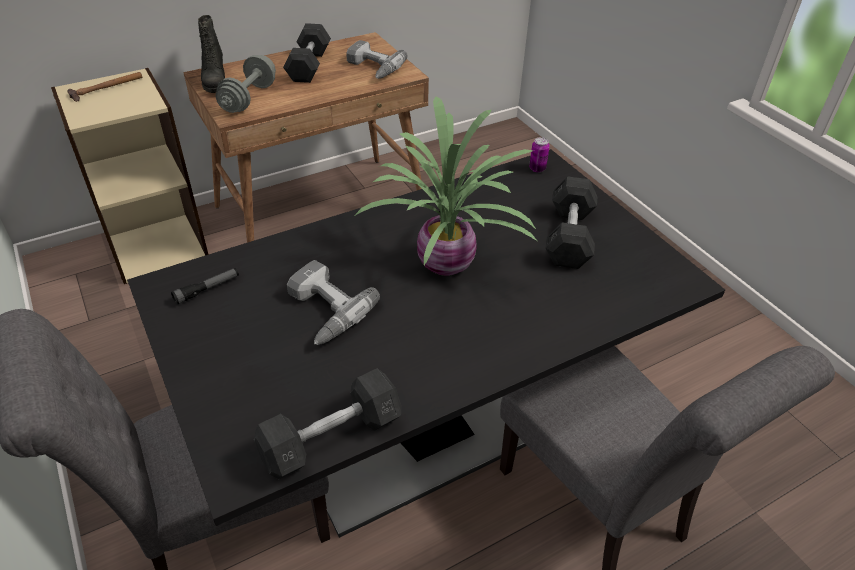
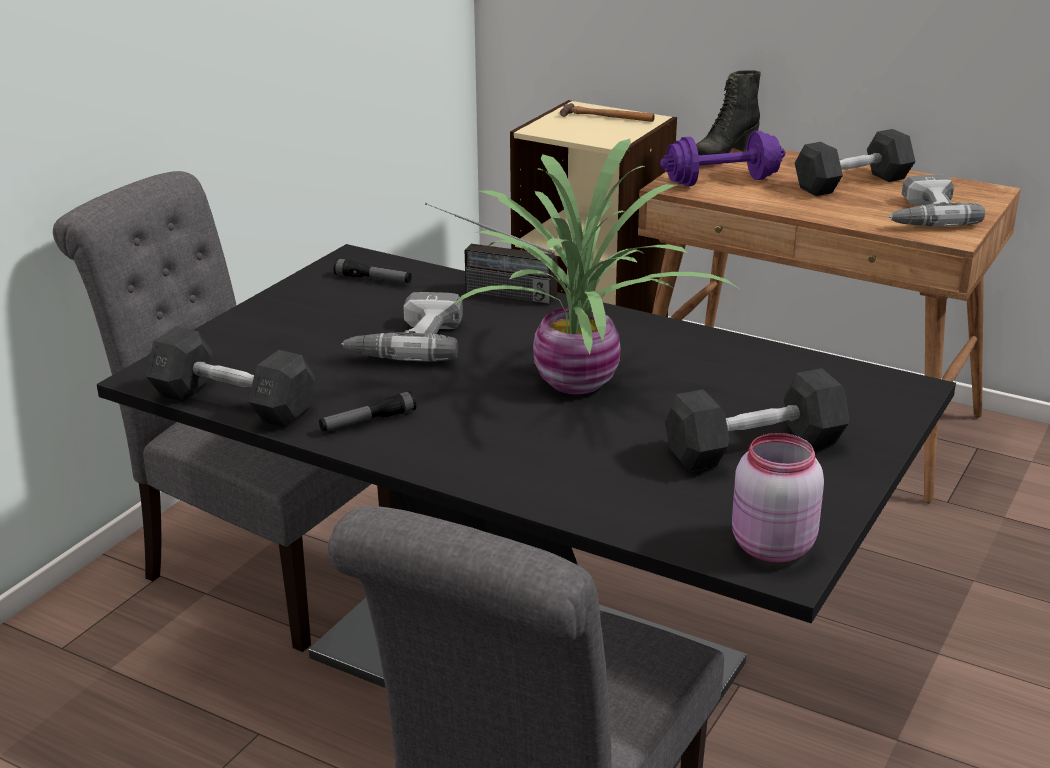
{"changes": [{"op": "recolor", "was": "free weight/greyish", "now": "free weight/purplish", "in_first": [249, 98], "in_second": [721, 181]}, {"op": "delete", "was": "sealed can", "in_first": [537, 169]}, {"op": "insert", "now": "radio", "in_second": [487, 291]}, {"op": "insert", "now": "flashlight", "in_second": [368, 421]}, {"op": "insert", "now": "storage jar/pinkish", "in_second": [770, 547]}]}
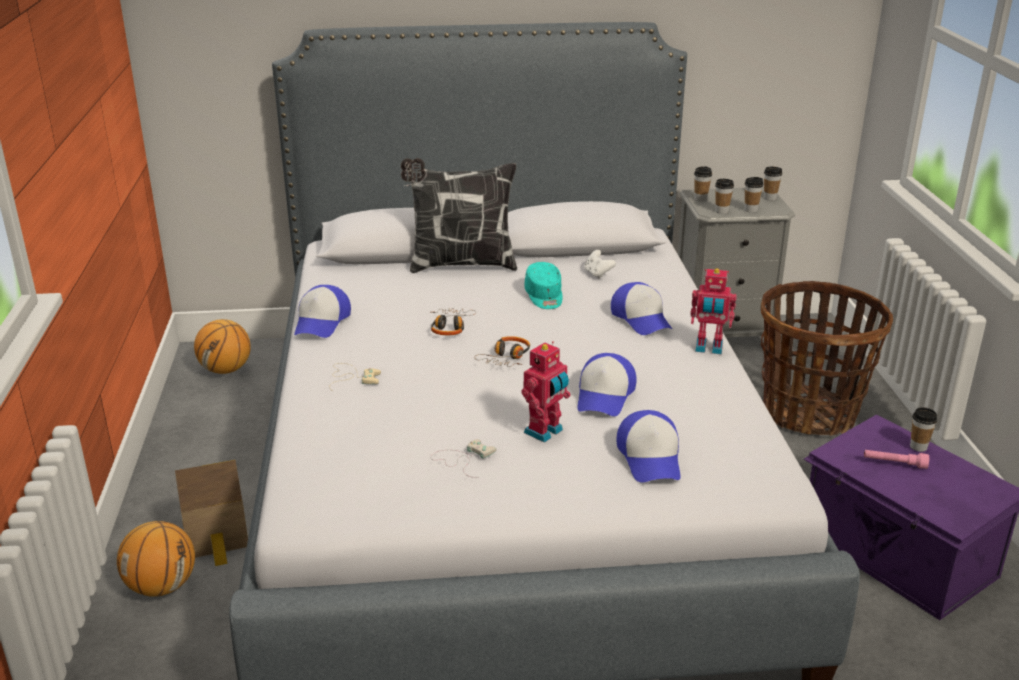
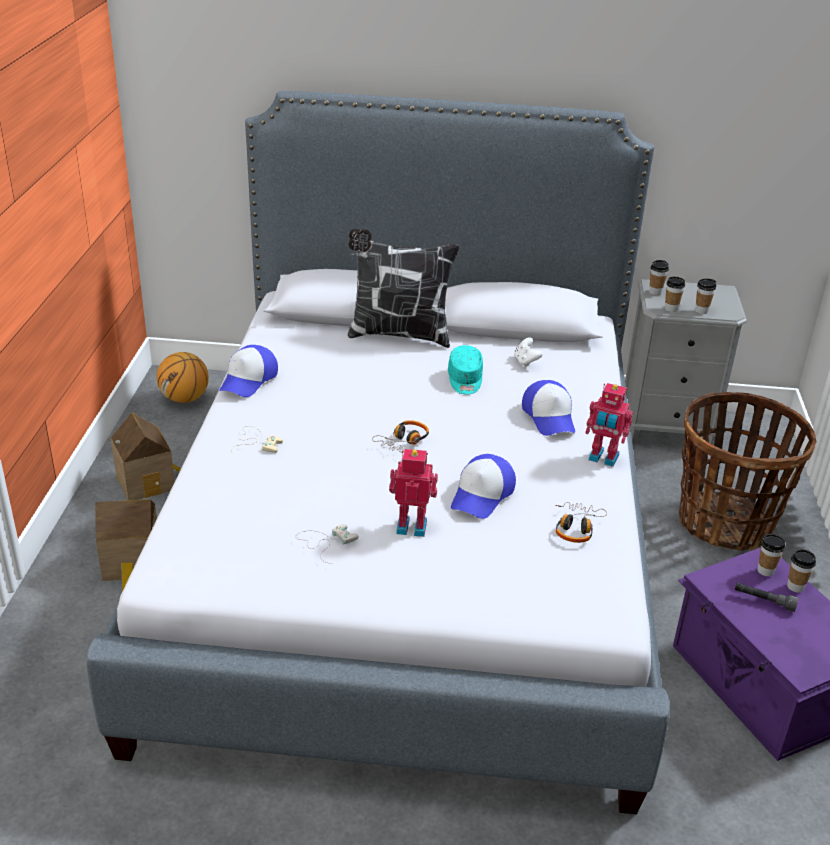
{"changes": [{"op": "move", "was": "small cup", "in_first": [770, 198], "in_second": [765, 571]}, {"op": "move", "was": "headset", "in_first": [450, 327], "in_second": [576, 527]}, {"op": "rotate", "was": "robot figure", "in_first": [545, 432], "in_second": [412, 525], "clockwise": -135}, {"op": "delete", "was": "peaked cap", "in_first": [650, 458]}, {"op": "recolor", "was": "flashlight/pinkish", "now": "flashlight/greyish", "in_first": [894, 463], "in_second": [764, 600]}, {"op": "delete", "was": "basketball ball", "in_first": [162, 586]}, {"op": "insert", "now": "miniature house", "in_second": [148, 481]}]}
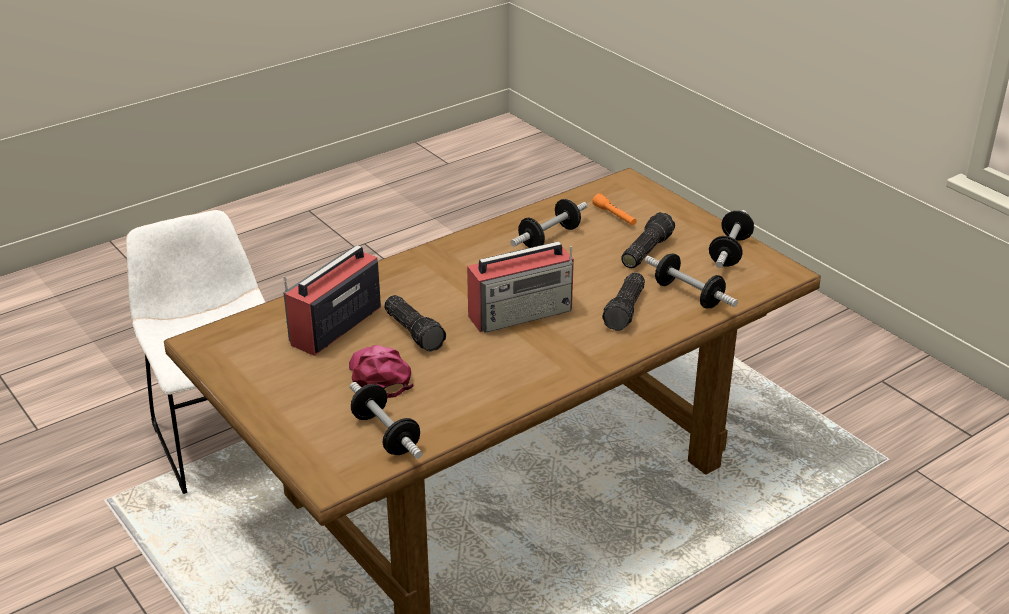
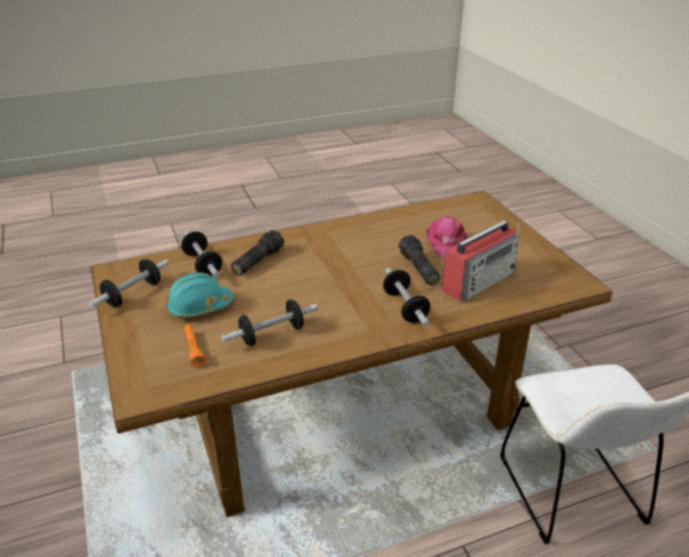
{"changes": [{"op": "replace", "was": "flashlight", "now": "safety helmet/turquoise-coloured", "in_first": [645, 250], "in_second": [199, 307]}, {"op": "delete", "was": "radio", "in_first": [522, 313]}, {"op": "move", "was": "free weight", "in_first": [386, 434], "in_second": [405, 307]}]}
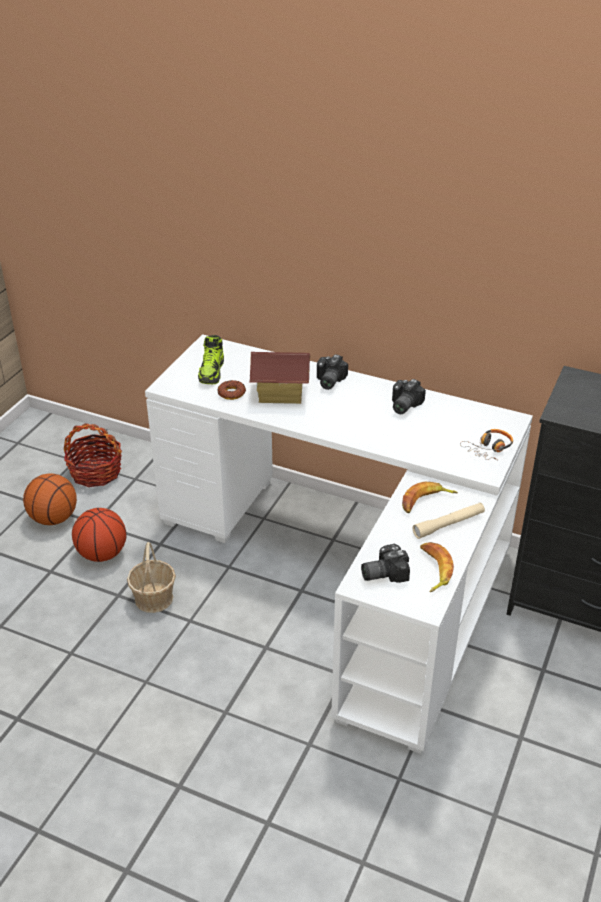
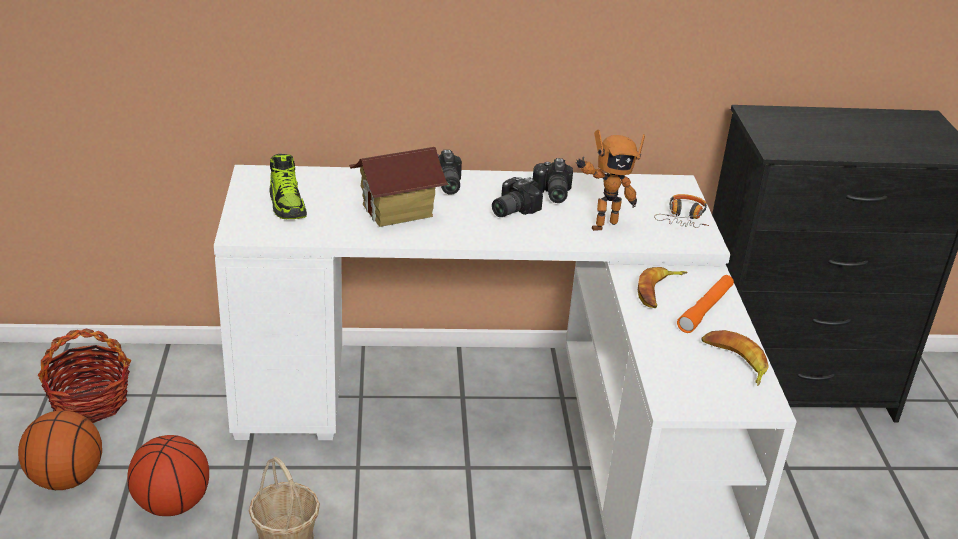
{"changes": [{"op": "delete", "was": "ring doughnut", "in_first": [231, 393]}, {"op": "recolor", "was": "flashlight/beige", "now": "flashlight/orange-coloured", "in_first": [448, 524], "in_second": [705, 309]}, {"op": "move", "was": "still camera", "in_first": [382, 572], "in_second": [510, 209]}, {"op": "insert", "now": "robot figure", "in_second": [601, 224]}]}
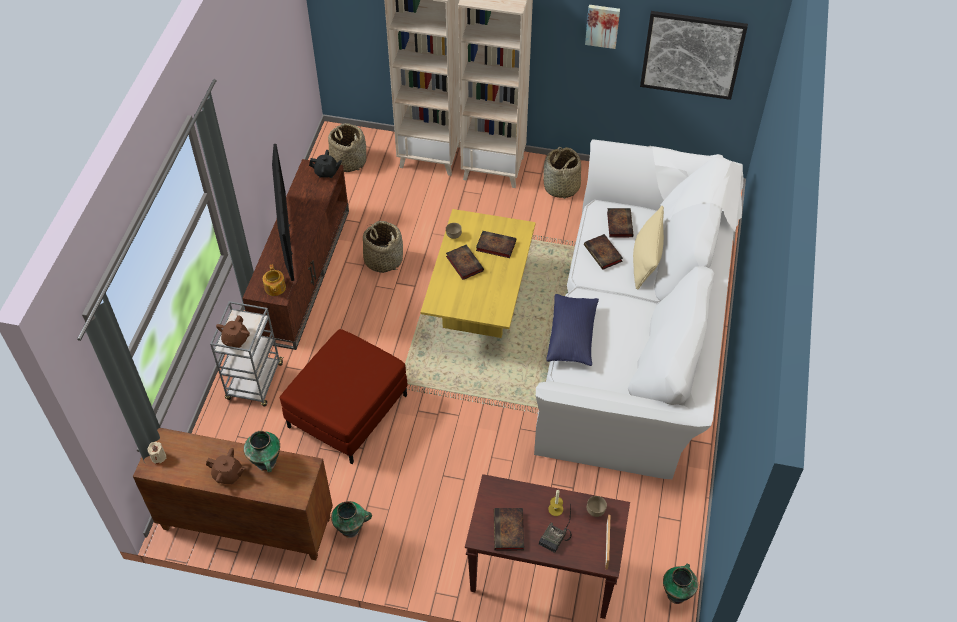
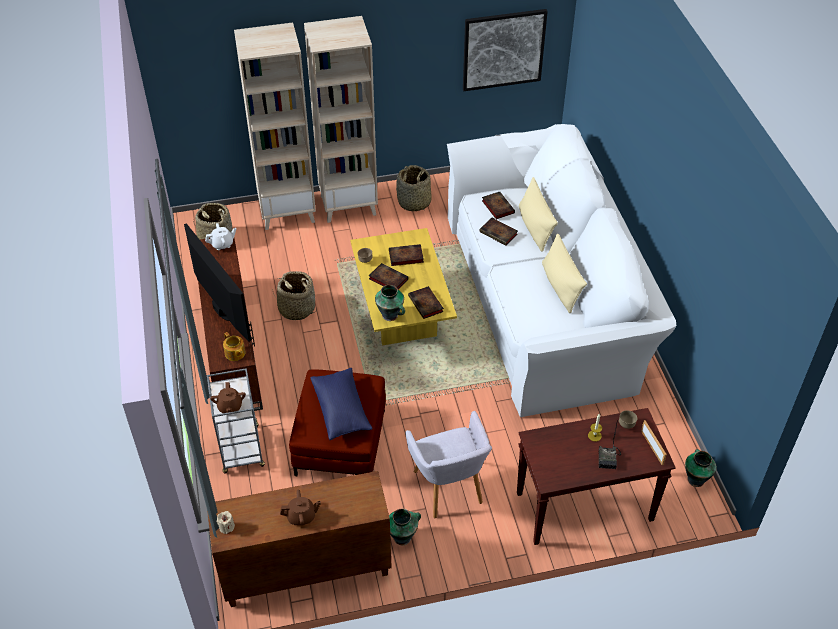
{"changes": [{"op": "delete", "was": "picture", "in_first": [602, 25]}, {"op": "recolor", "was": "teapot/blackish", "now": "teapot/white", "in_first": [326, 172], "in_second": [222, 244]}, {"op": "move", "was": "pillow/blue", "in_first": [572, 336], "in_second": [341, 410]}, {"op": "move", "was": "flower vase", "in_first": [266, 463], "in_second": [390, 316]}, {"op": "move", "was": "book", "in_first": [509, 532], "in_second": [426, 305]}, {"op": "insert", "now": "pillow/beige", "in_second": [560, 286]}, {"op": "insert", "now": "lounge chair/greyish", "in_second": [448, 490]}]}
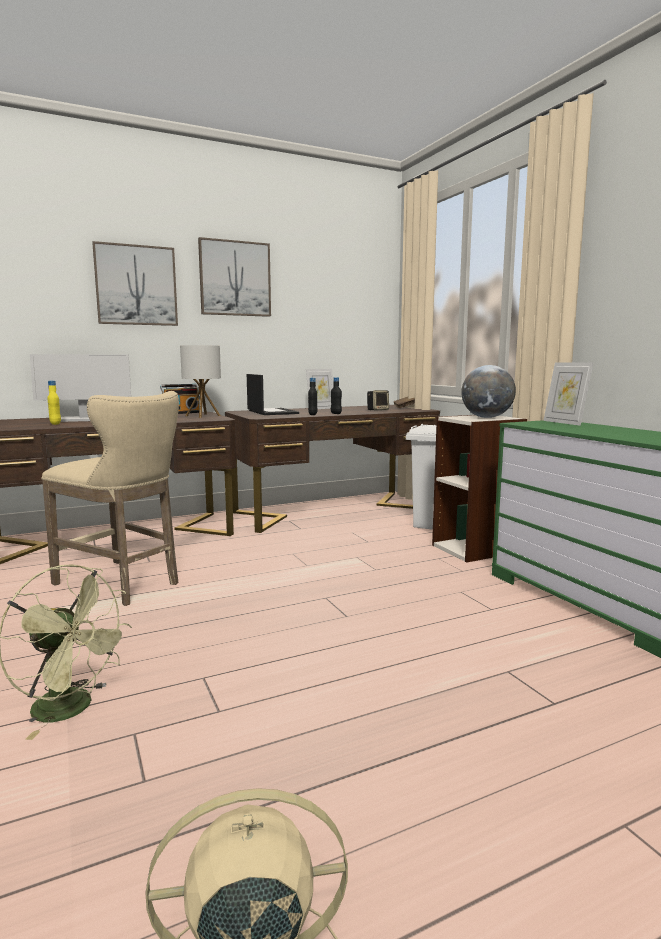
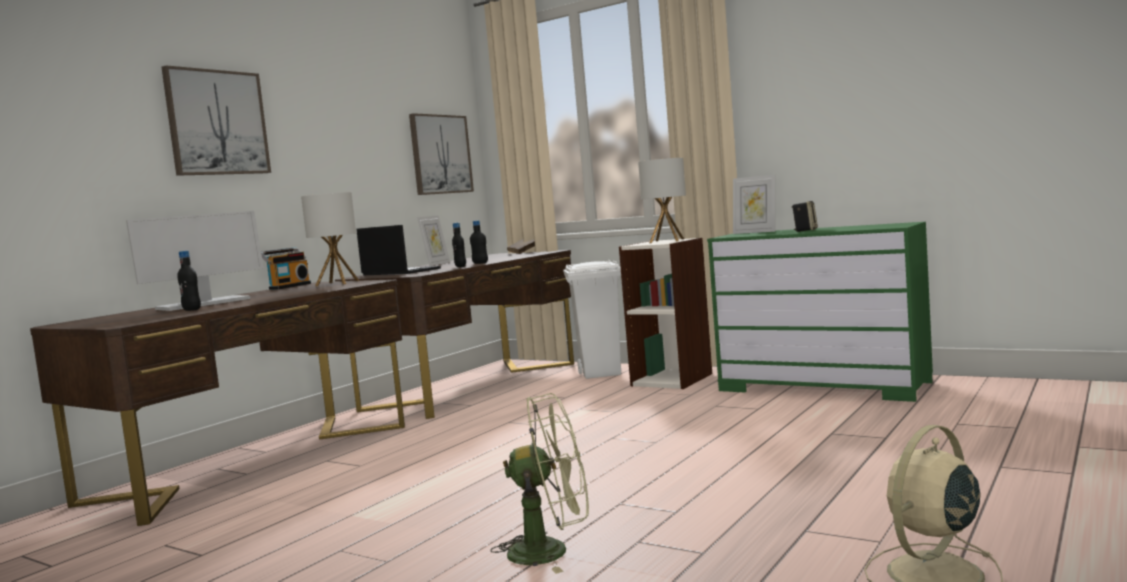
{"changes": [{"op": "move", "was": "picture", "in_first": [235, 278], "in_second": [440, 154]}, {"op": "replace", "was": "desk globe", "now": "lamp for a table", "in_first": [486, 417], "in_second": [666, 241]}, {"op": "recolor", "was": "bottle/yellow", "now": "bottle/blackish", "in_first": [55, 424], "in_second": [191, 310]}, {"op": "move", "was": "speaker", "in_first": [378, 410], "in_second": [805, 231]}, {"op": "delete", "was": "sitting stool/beige", "in_first": [122, 584]}]}
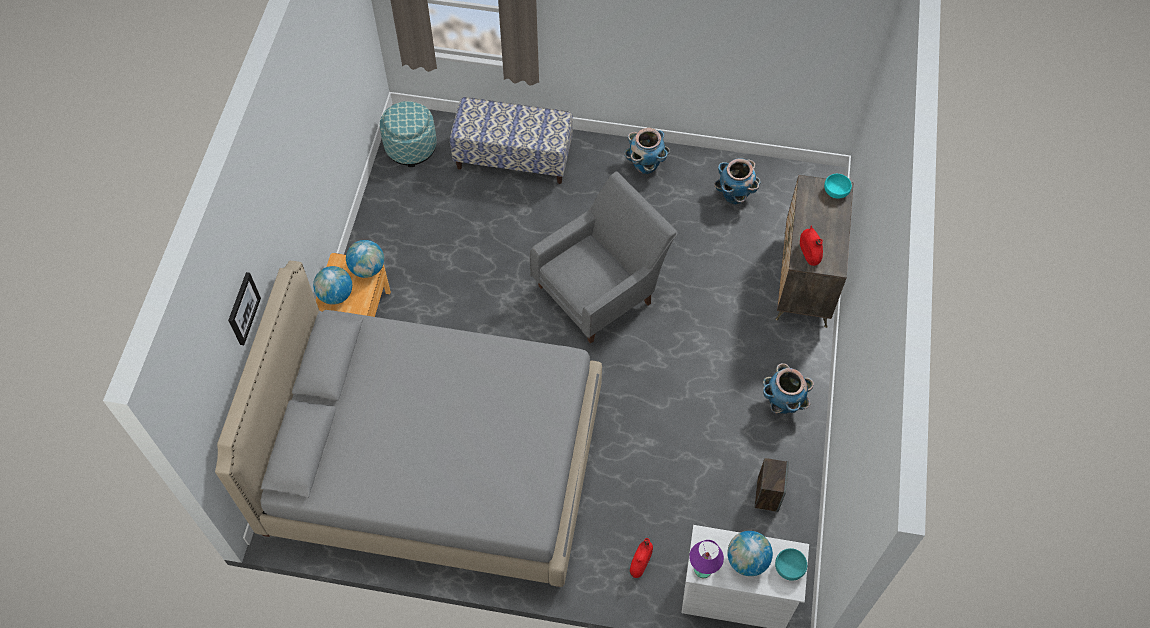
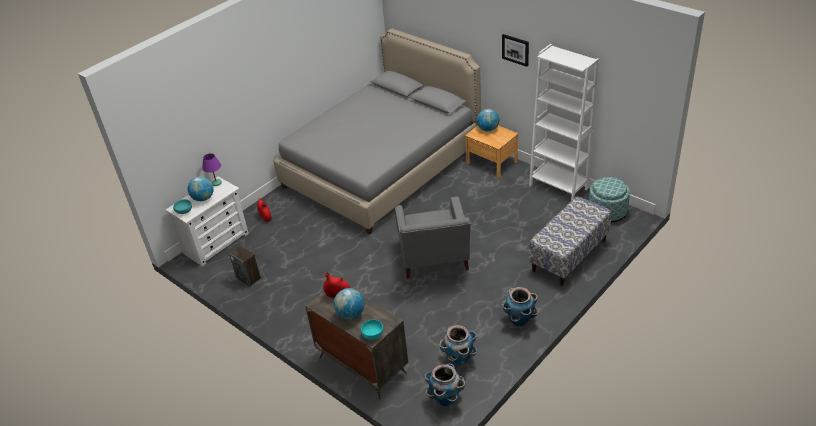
{"changes": [{"op": "move", "was": "desk globe", "in_first": [367, 269], "in_second": [350, 314]}, {"op": "move", "was": "picture", "in_first": [243, 308], "in_second": [515, 49]}, {"op": "move", "was": "planter", "in_first": [782, 404], "in_second": [445, 398]}, {"op": "insert", "now": "bookcase/white", "in_second": [558, 187]}]}
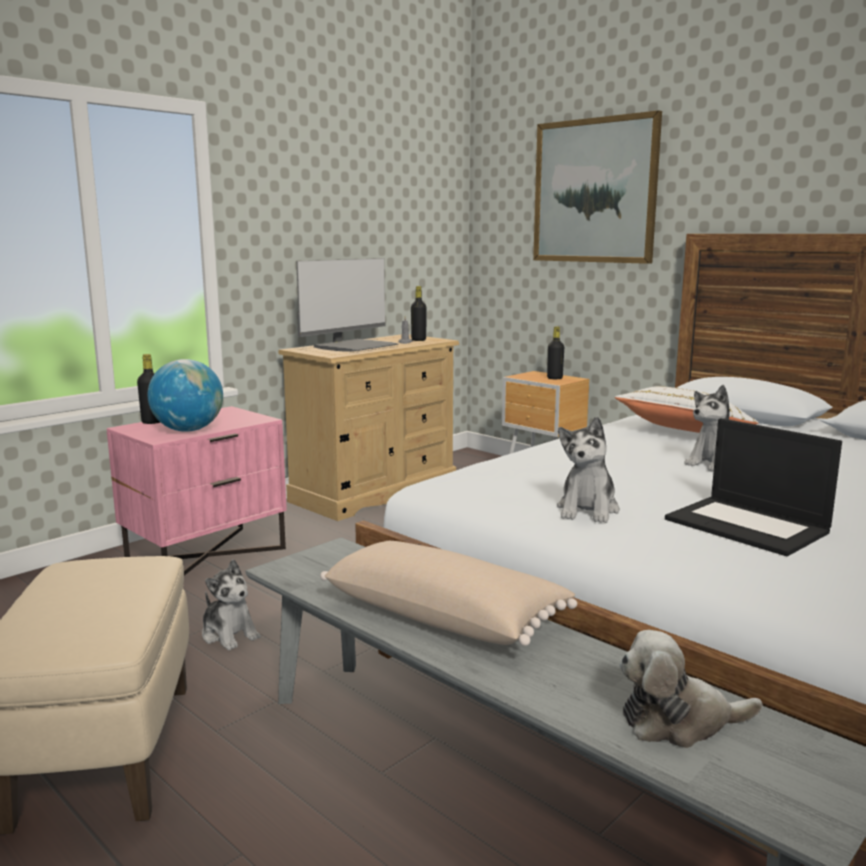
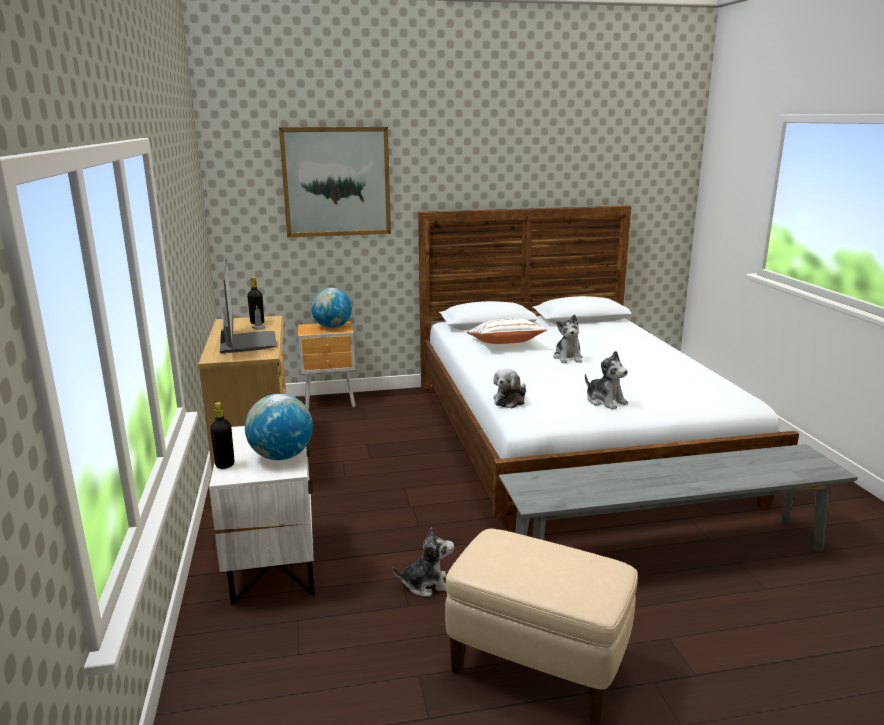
{"changes": [{"op": "replace", "was": "bottle/blackish", "now": "desk globe", "in_first": [554, 378], "in_second": [332, 327]}, {"op": "recolor", "was": "night table/pinkish", "now": "night table/white", "in_first": [206, 555], "in_second": [272, 562]}, {"op": "delete", "was": "portable computer", "in_first": [748, 526]}, {"op": "delete", "was": "pillow/beige", "in_first": [445, 615]}, {"op": "move", "was": "cuddly toy", "in_first": [678, 721], "in_second": [510, 400]}]}
